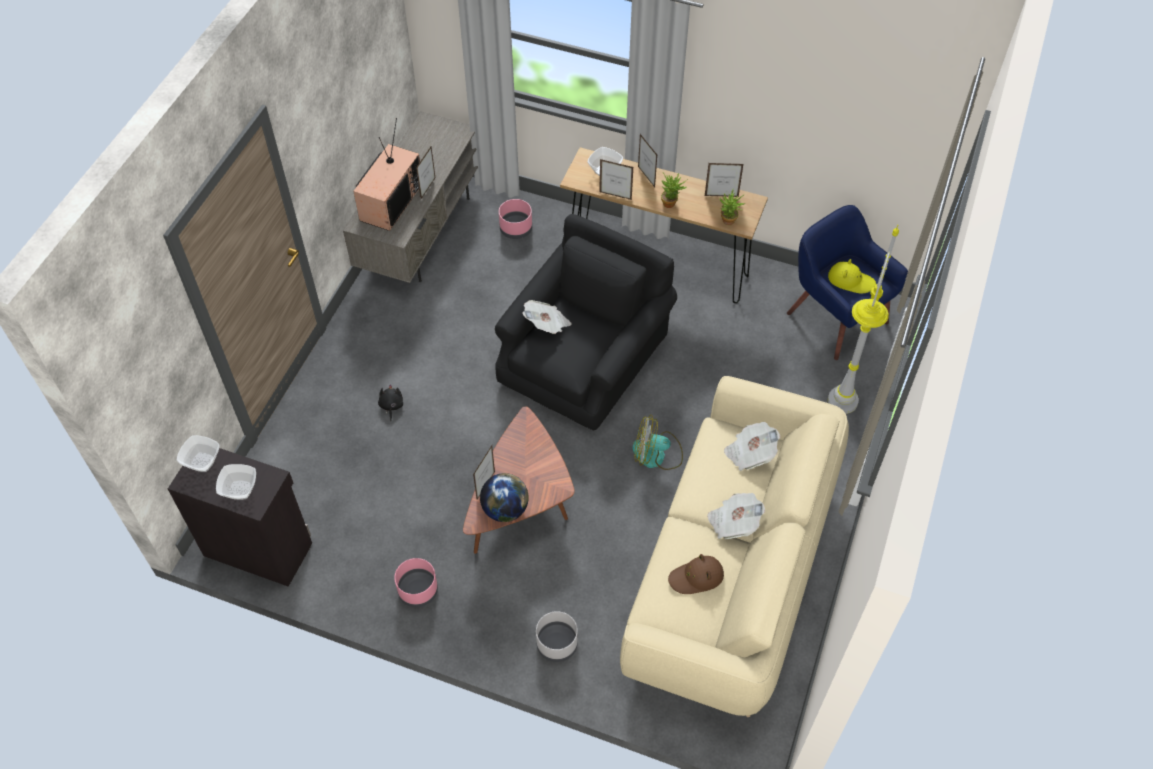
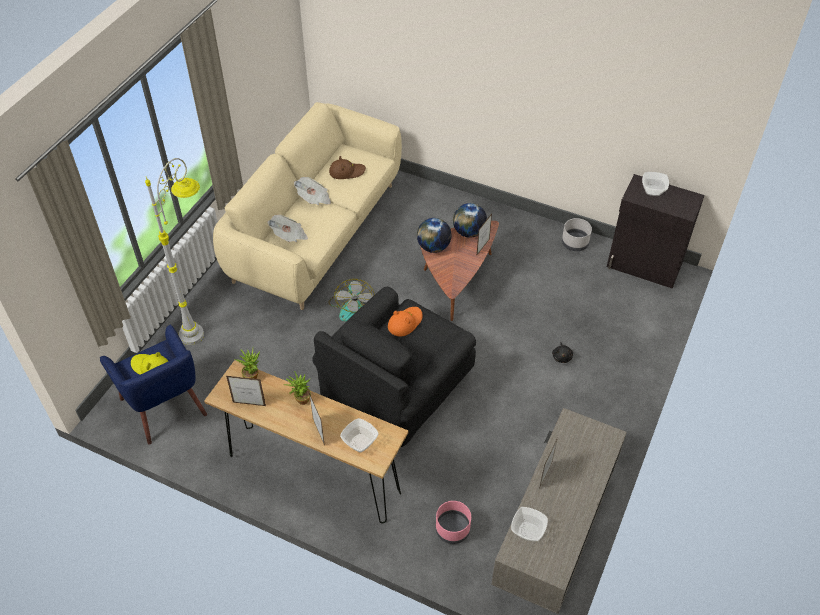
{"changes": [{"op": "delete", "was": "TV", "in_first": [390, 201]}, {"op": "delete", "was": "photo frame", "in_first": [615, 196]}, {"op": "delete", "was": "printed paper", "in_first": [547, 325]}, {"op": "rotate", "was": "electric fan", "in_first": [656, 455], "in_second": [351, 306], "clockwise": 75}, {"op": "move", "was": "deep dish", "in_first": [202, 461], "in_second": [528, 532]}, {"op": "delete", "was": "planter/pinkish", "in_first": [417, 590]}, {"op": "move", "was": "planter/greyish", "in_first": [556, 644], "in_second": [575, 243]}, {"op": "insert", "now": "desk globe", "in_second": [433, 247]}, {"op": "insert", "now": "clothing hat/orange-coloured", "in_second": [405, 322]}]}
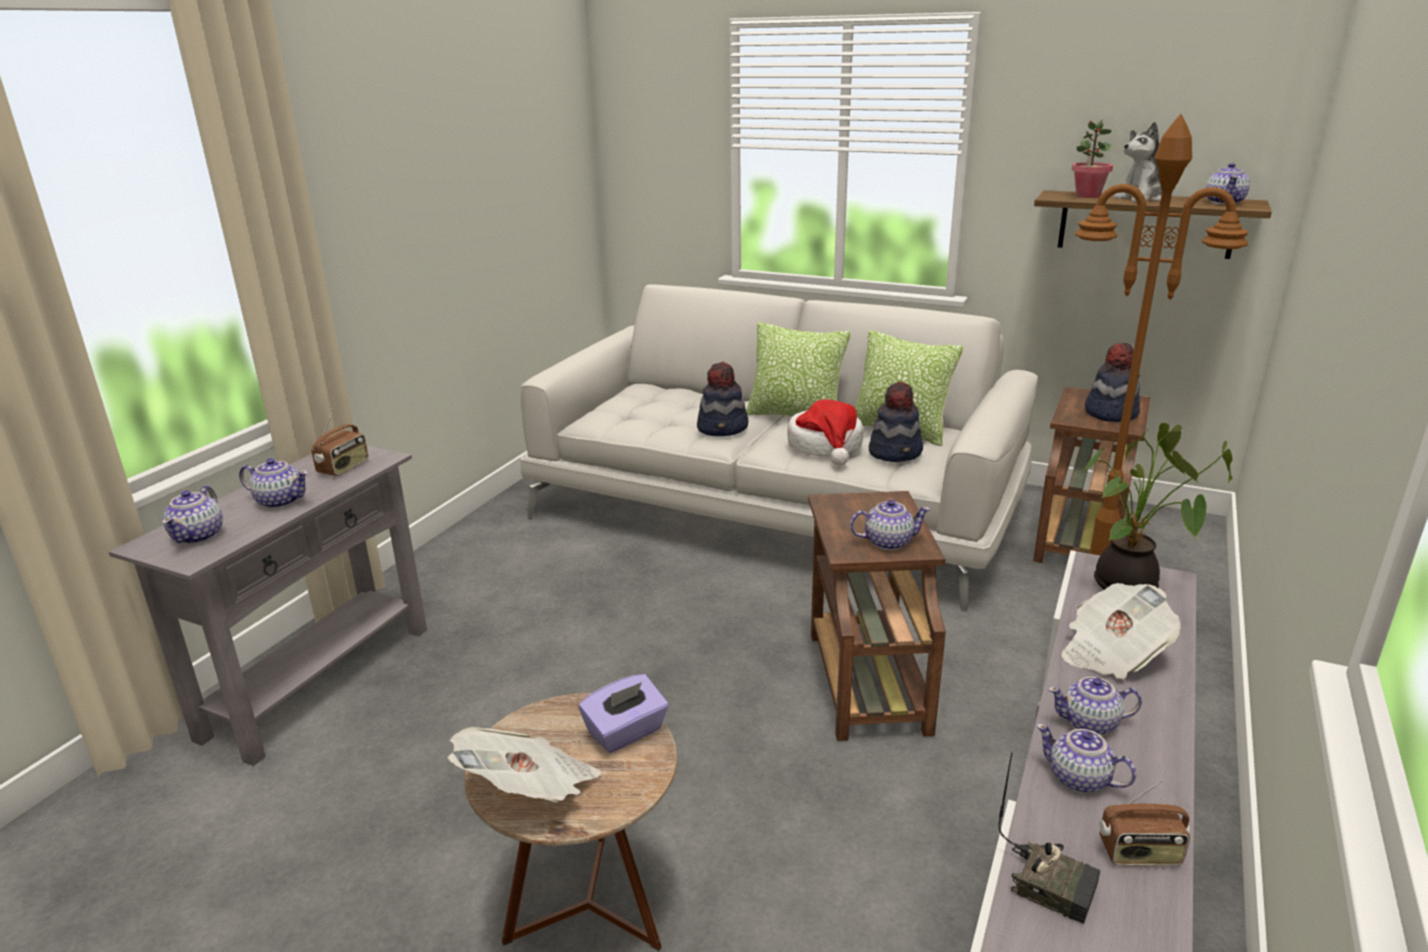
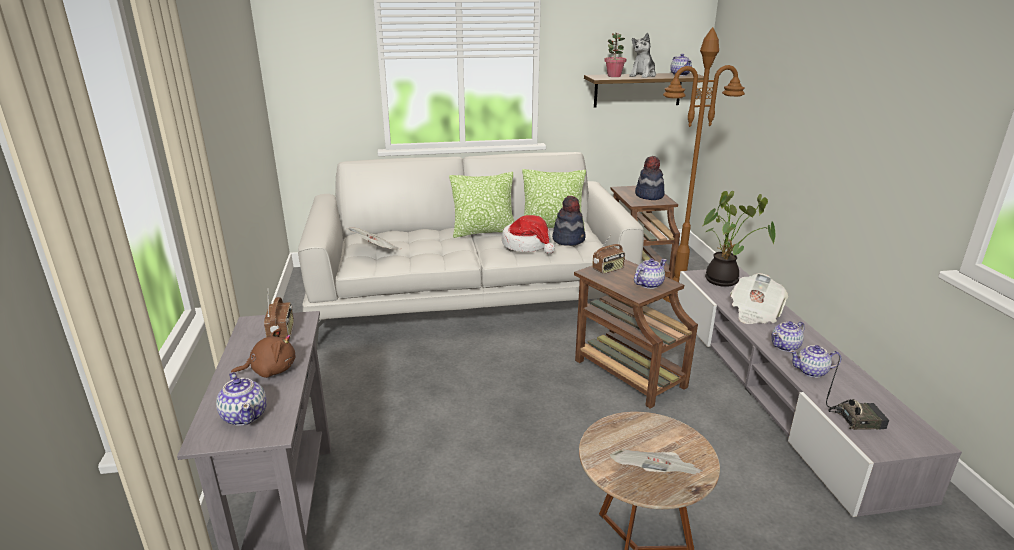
{"changes": [{"op": "delete", "was": "clothing hat", "in_first": [723, 428]}, {"op": "replace", "was": "teapot", "now": "cuddly toy/brown", "in_first": [280, 501], "in_second": [270, 370]}, {"op": "delete", "was": "box of tissues/purplish", "in_first": [626, 732]}, {"op": "move", "was": "radio", "in_first": [1139, 854], "in_second": [608, 269]}, {"op": "insert", "now": "printed paper", "in_second": [375, 251]}]}
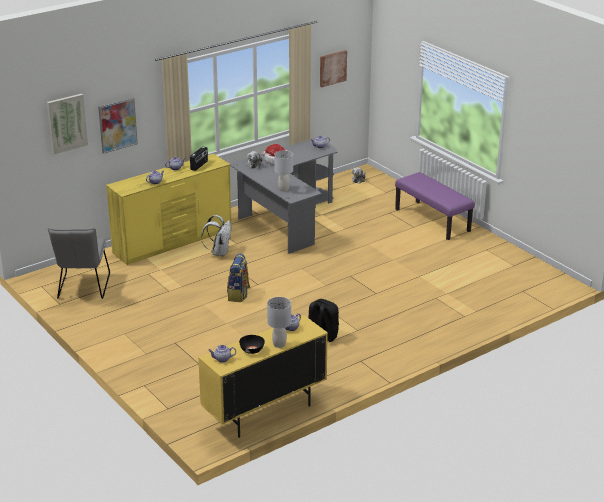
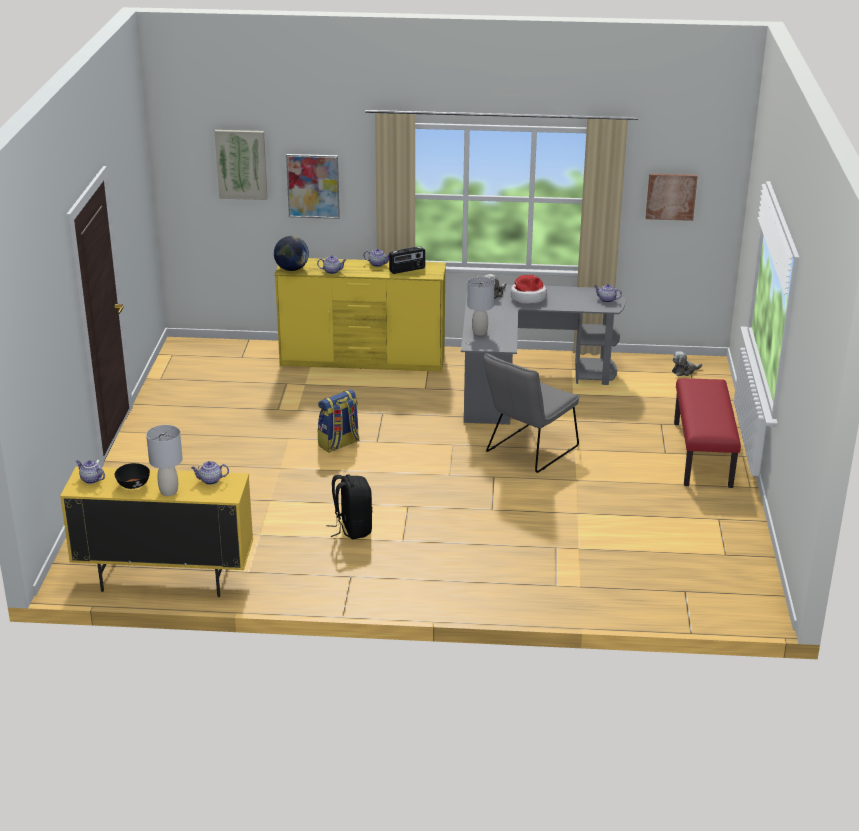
{"changes": [{"op": "recolor", "was": "indoor bench/purplish", "now": "indoor bench/red", "in_first": [433, 220], "in_second": [703, 455]}, {"op": "delete", "was": "rucksack/white", "in_first": [219, 252]}, {"op": "move", "was": "plain chair/greyish", "in_first": [83, 288], "in_second": [528, 451]}, {"op": "insert", "now": "desk globe", "in_second": [291, 269]}]}
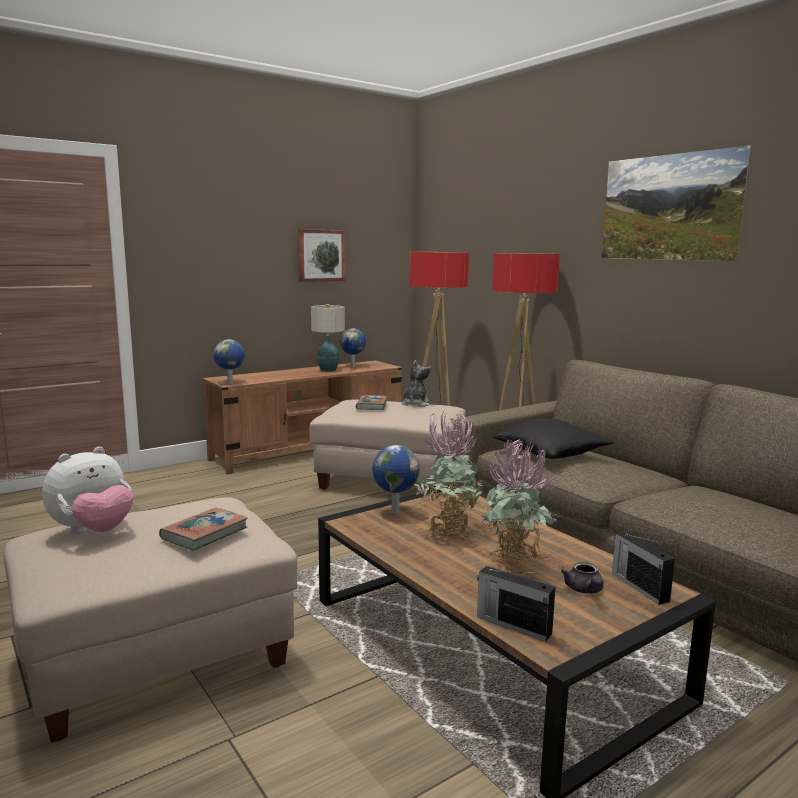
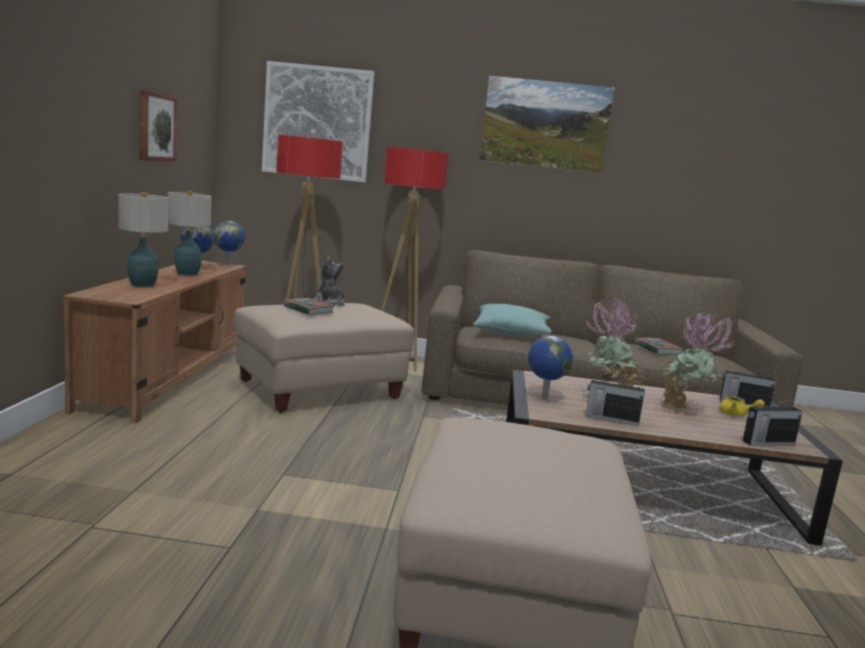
{"changes": [{"op": "move", "was": "desk globe", "in_first": [231, 383], "in_second": [228, 265]}, {"op": "recolor", "was": "pillow/blackish", "now": "pillow/turquoise-coloured", "in_first": [551, 453], "in_second": [511, 333]}, {"op": "delete", "was": "cuddly toy", "in_first": [93, 531]}, {"op": "move", "was": "book", "in_first": [205, 533], "in_second": [658, 349]}, {"op": "recolor", "was": "teapot/greyish", "now": "teapot/yellow", "in_first": [585, 590], "in_second": [737, 414]}, {"op": "insert", "now": "picture", "in_second": [317, 122]}, {"op": "insert", "now": "lamp for a table", "in_second": [142, 285]}, {"op": "insert", "now": "radio", "in_second": [610, 418]}]}
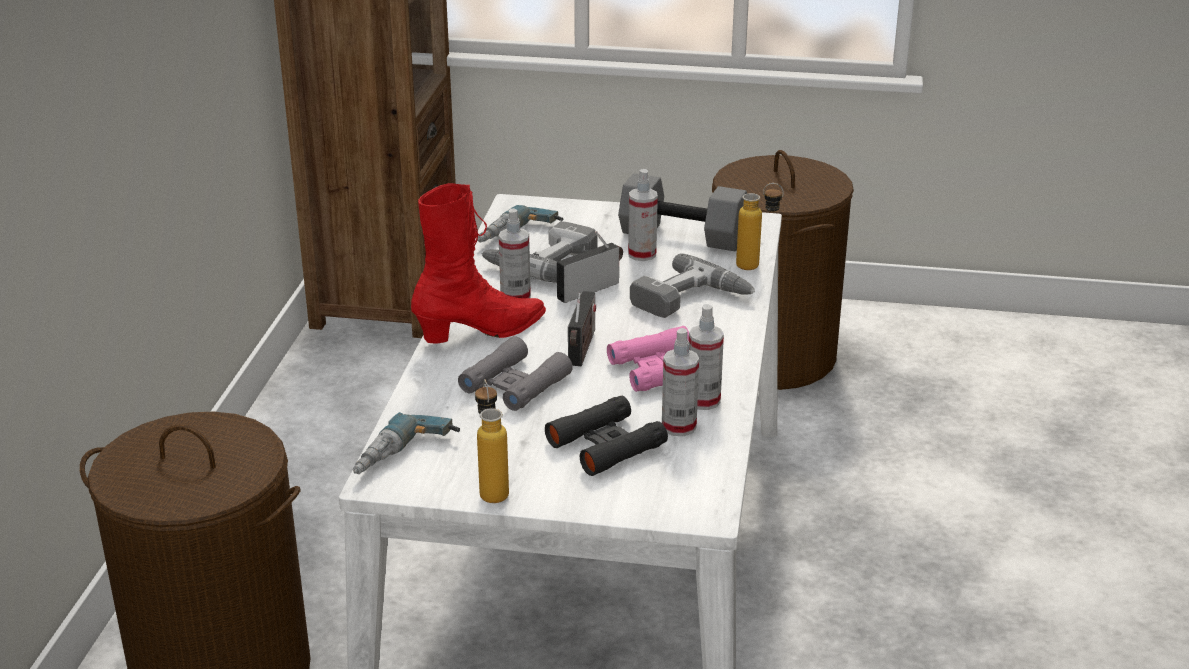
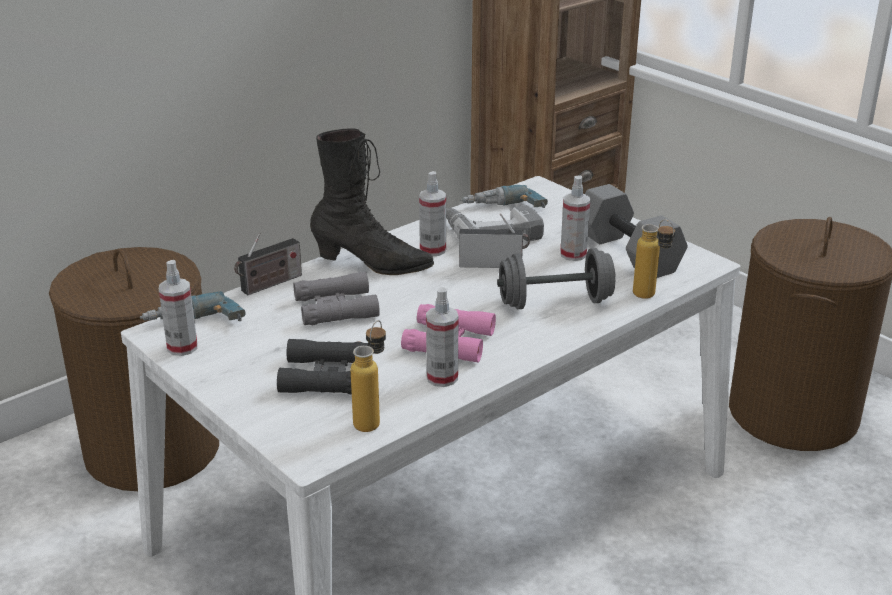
{"changes": [{"op": "recolor", "was": "high-top boot/red", "now": "high-top boot/blackish", "in_first": [482, 332], "in_second": [372, 264]}, {"op": "replace", "was": "power drill", "now": "free weight/greyish", "in_first": [691, 301], "in_second": [555, 302]}, {"op": "move", "was": "radio", "in_first": [582, 349], "in_second": [269, 284]}, {"op": "move", "was": "hand sprayer", "in_first": [679, 426], "in_second": [182, 347]}, {"op": "move", "was": "bottle", "in_first": [492, 488], "in_second": [372, 419]}]}
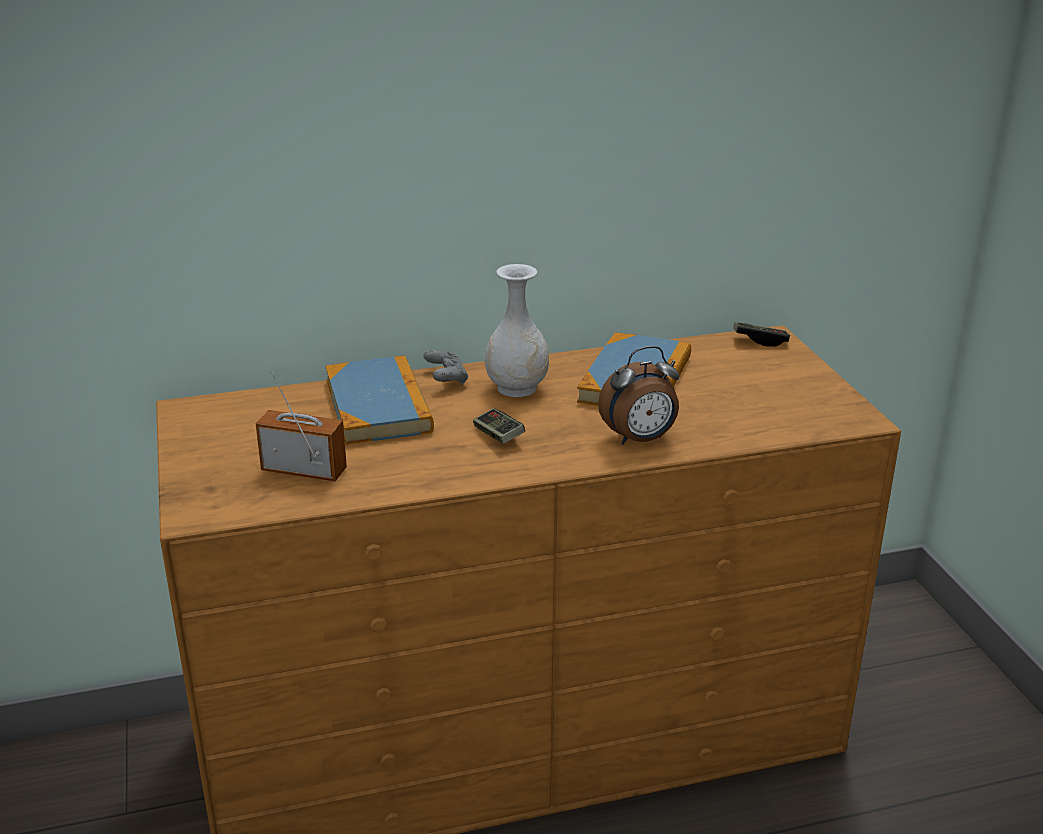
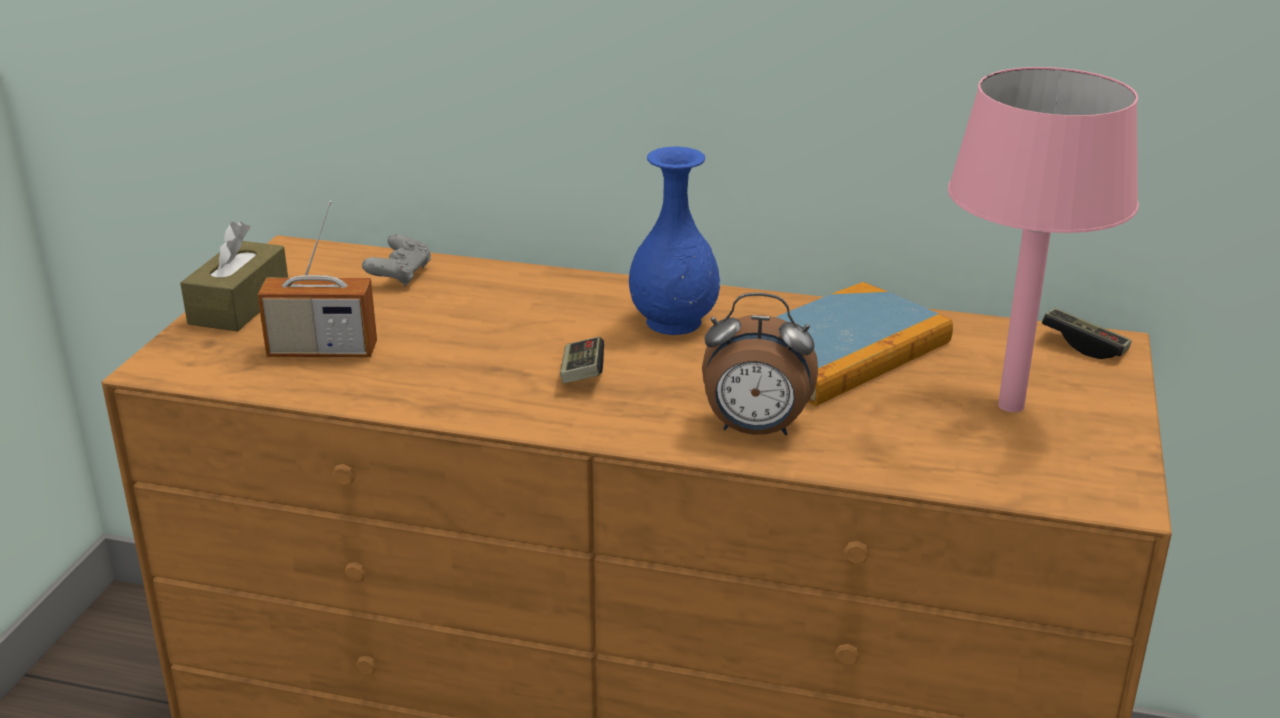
{"changes": [{"op": "recolor", "was": "flower vase/white", "now": "flower vase/blue", "in_first": [517, 388], "in_second": [675, 322]}, {"op": "move", "was": "game controller/greyish", "in_first": [446, 378], "in_second": [400, 275]}, {"op": "delete", "was": "book", "in_first": [378, 405]}, {"op": "rotate", "was": "radio", "in_first": [304, 470], "in_second": [322, 351], "clockwise": 135}, {"op": "insert", "now": "lamp for a table/pinkish", "in_second": [1012, 406]}, {"op": "insert", "now": "box of tissues/brown", "in_second": [239, 305]}]}
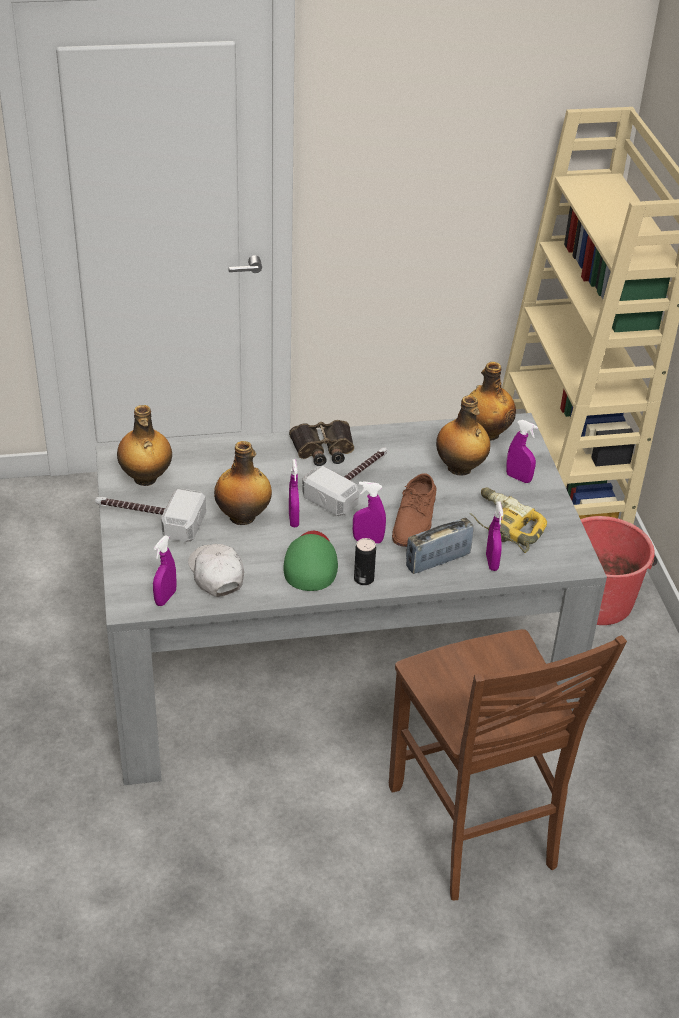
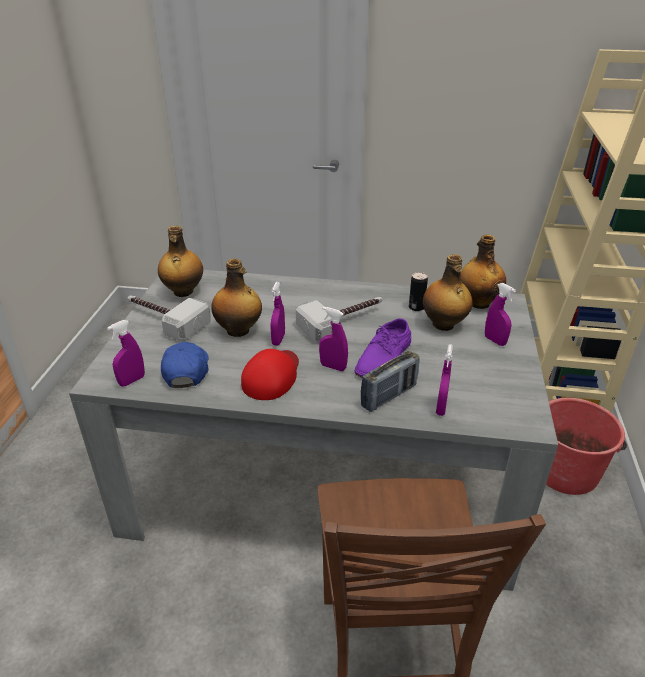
{"changes": [{"op": "delete", "was": "binoculars", "in_first": [323, 449]}, {"op": "recolor", "was": "shoe/brown", "now": "shoe/purplish", "in_first": [415, 519], "in_second": [384, 357]}, {"op": "delete", "was": "power drill", "in_first": [503, 527]}, {"op": "rotate", "was": "radio", "in_first": [438, 560], "in_second": [389, 396], "clockwise": 150}, {"op": "recolor", "was": "peaked cap/green-coloured", "now": "peaked cap/red", "in_first": [311, 563], "in_second": [272, 376]}, {"op": "move", "was": "sealed can", "in_first": [364, 579], "in_second": [416, 307]}, {"op": "recolor", "was": "peaked cap/white", "now": "peaked cap/blue", "in_first": [216, 574], "in_second": [186, 370]}]}
